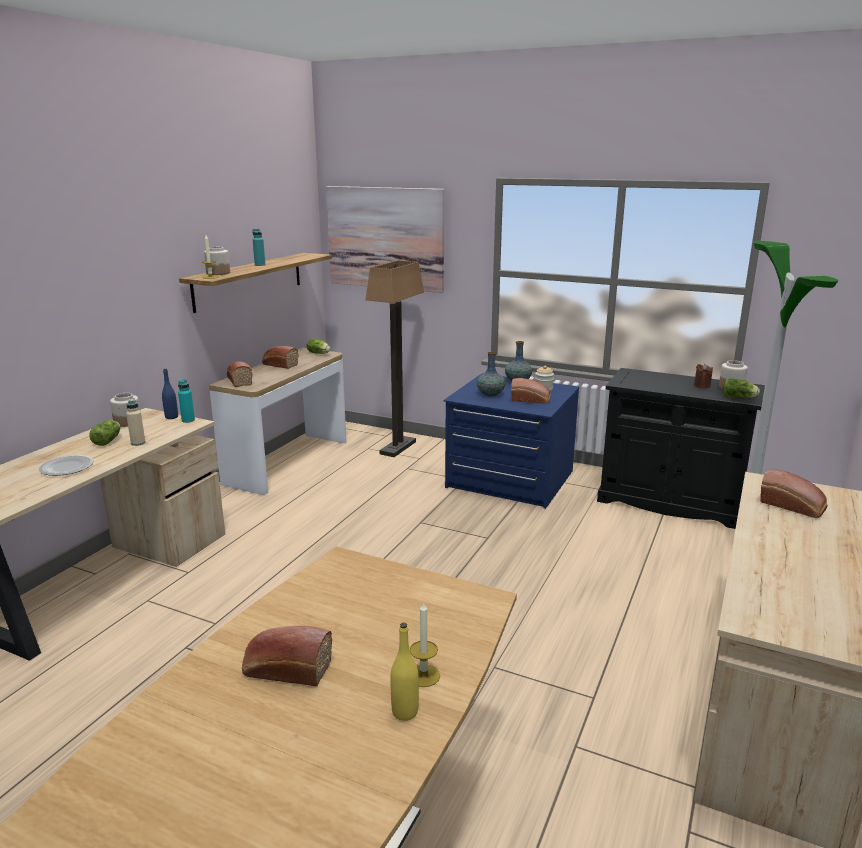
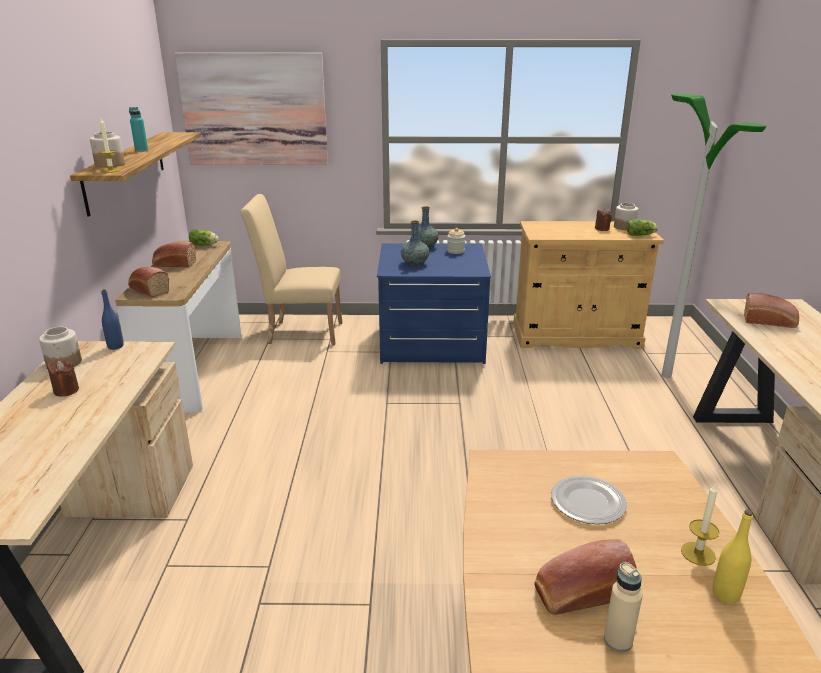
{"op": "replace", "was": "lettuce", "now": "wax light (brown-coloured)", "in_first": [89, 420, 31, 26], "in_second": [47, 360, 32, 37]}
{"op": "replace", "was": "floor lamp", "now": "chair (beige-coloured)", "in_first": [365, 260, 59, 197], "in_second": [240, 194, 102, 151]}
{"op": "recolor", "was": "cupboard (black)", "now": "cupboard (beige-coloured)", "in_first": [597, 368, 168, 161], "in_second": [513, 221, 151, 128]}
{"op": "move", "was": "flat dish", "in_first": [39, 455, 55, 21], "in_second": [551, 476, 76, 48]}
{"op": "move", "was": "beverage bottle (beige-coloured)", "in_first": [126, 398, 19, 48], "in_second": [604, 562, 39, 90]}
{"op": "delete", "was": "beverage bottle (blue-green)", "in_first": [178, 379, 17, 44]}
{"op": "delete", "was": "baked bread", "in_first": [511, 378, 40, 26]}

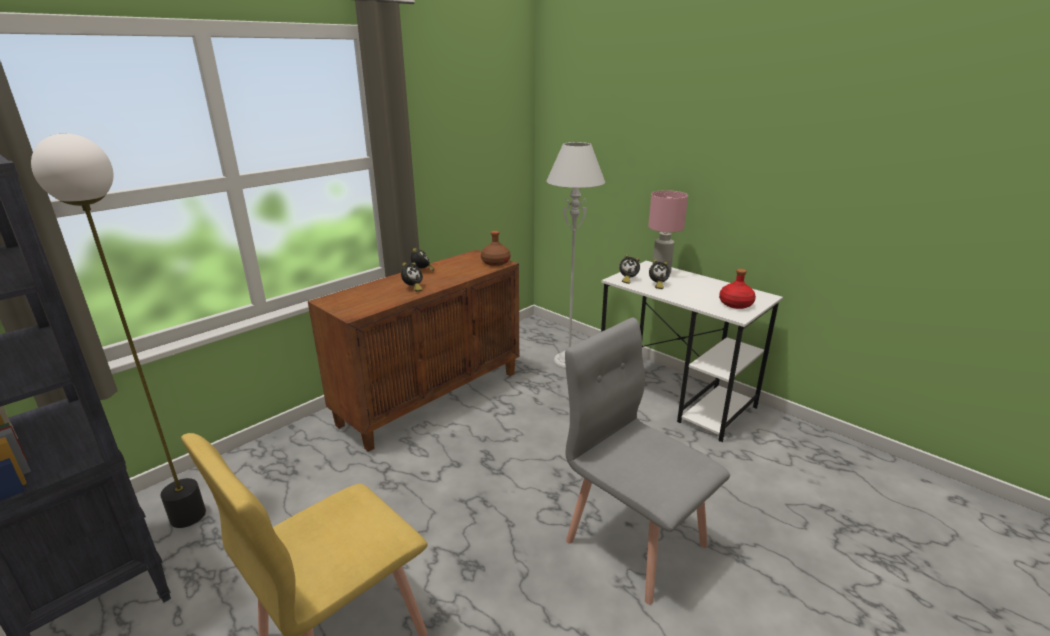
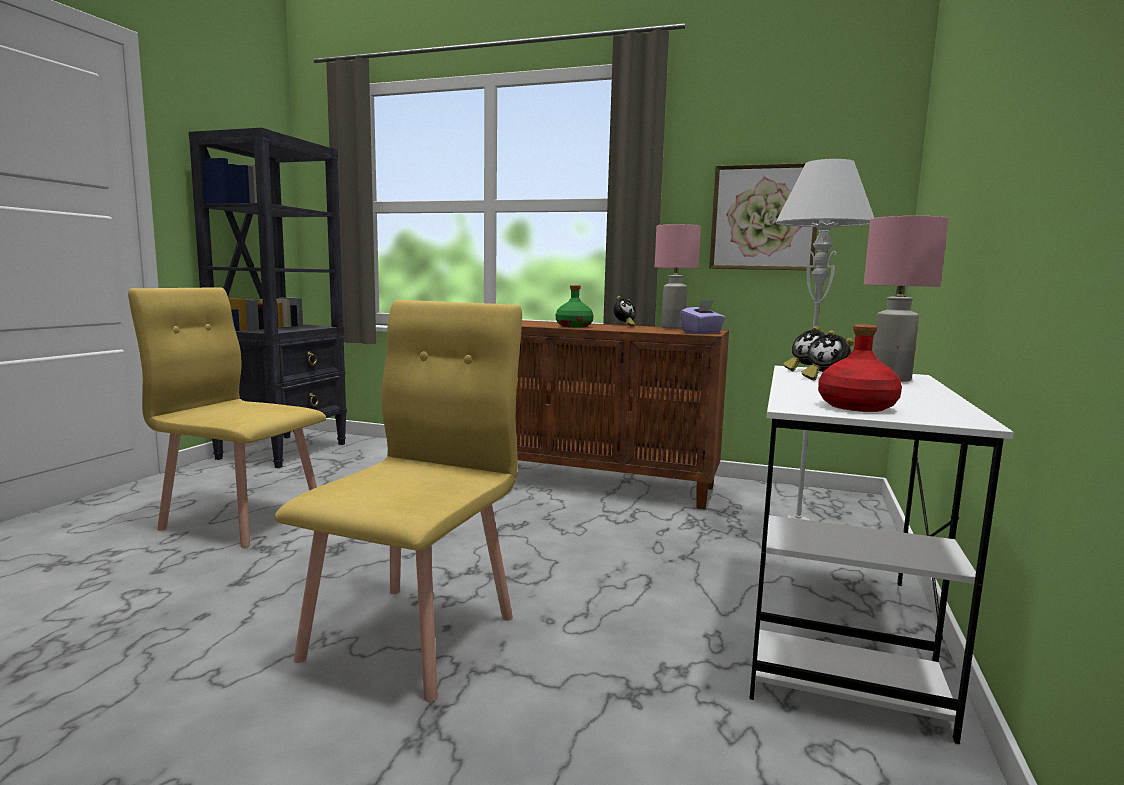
{"op": "recolor", "was": "chair (gray)", "now": "chair (yellowish)", "in_first": [565, 317, 165, 288], "in_second": [275, 300, 247, 402]}
{"op": "replace", "was": "table clock", "now": "beverage bottle (green-coloured)", "in_first": [401, 262, 22, 30], "in_second": [556, 285, 38, 42]}
{"op": "insert", "now": "tabletop lamp (pink-coloured)", "in_second": [655, 224, 46, 105]}
{"op": "replace", "was": "beverage bottle (brown-coloured)", "now": "tissue holder (purple)", "in_first": [481, 231, 29, 35], "in_second": [680, 300, 46, 34]}
{"op": "insert", "now": "wall picture", "in_second": [709, 163, 108, 108]}
{"op": "delete", "was": "floor lamp", "in_first": [31, 133, 175, 395]}

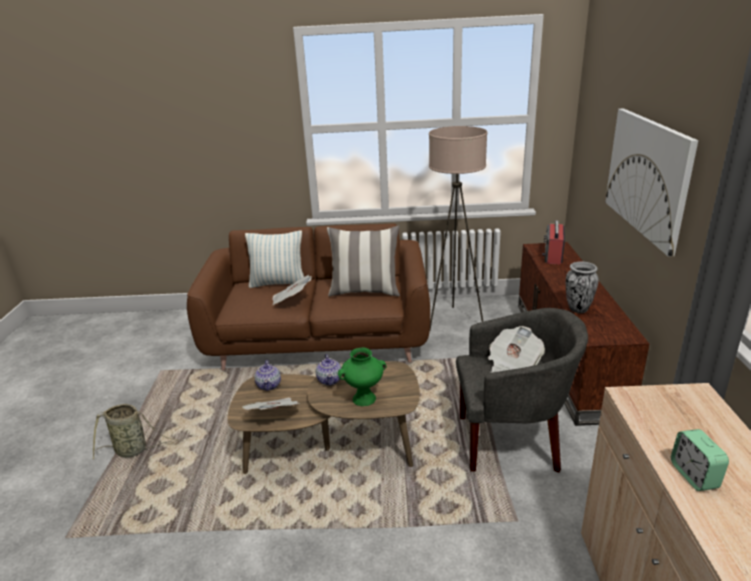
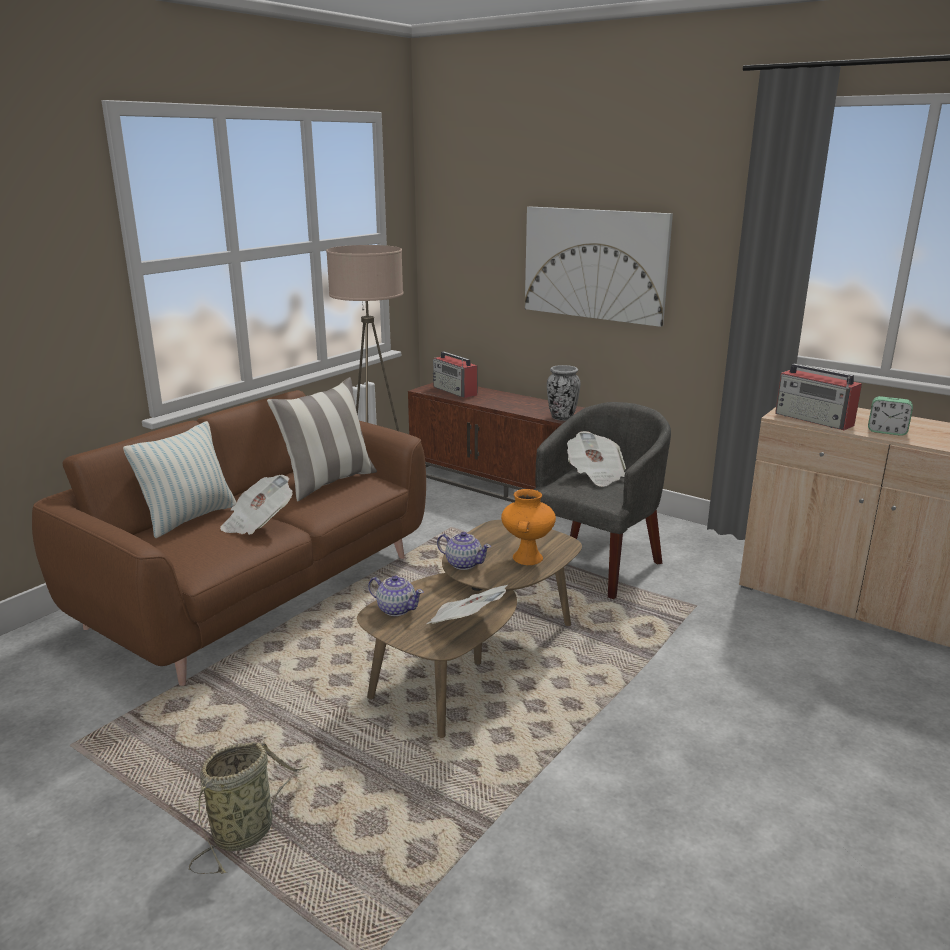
{"op": "recolor", "was": "vase (green-coloured)", "now": "vase (orange-coloured)", "in_first": [338, 348, 48, 58], "in_second": [501, 489, 55, 76]}
{"op": "insert", "now": "radio", "in_second": [775, 364, 87, 66]}

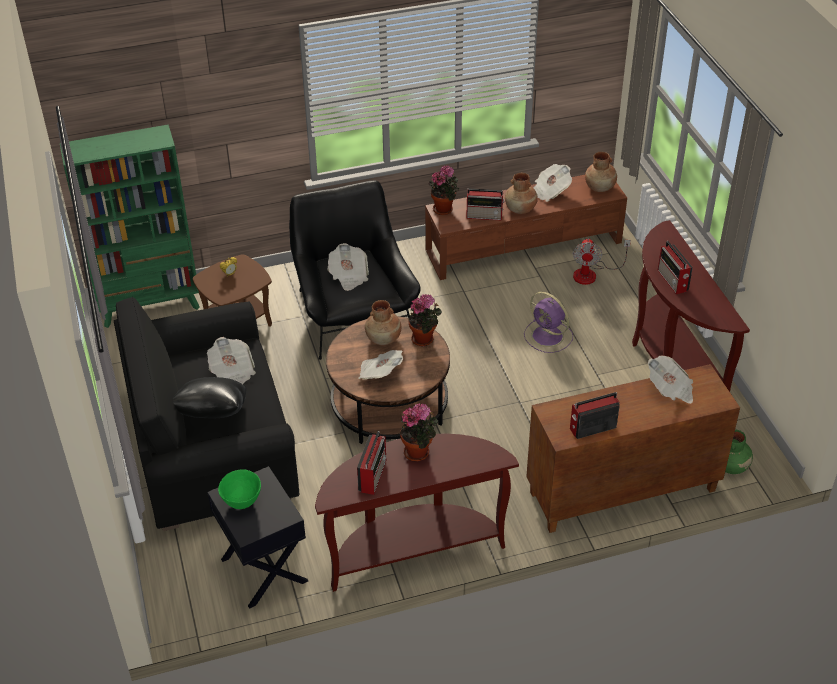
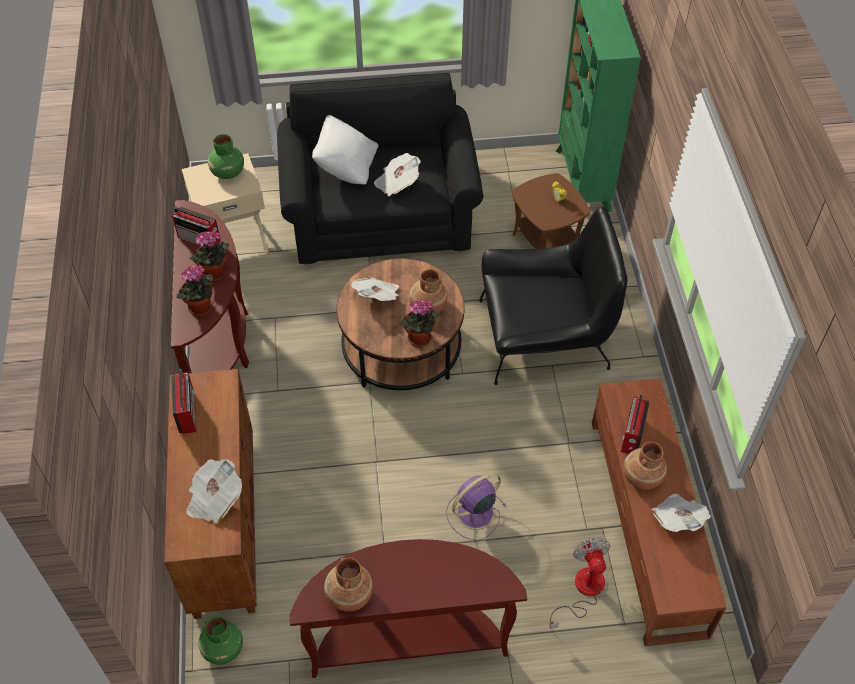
{"op": "move", "was": "plant in a pot", "in_first": [429, 165, 30, 50], "in_second": [176, 266, 37, 50]}
{"op": "recolor", "was": "end table (black)", "now": "end table (beige-coloured)", "in_first": [207, 466, 101, 143], "in_second": [182, 153, 86, 100]}
{"op": "replace", "was": "serving bowl (green-coloured)", "now": "vase (green-coloured)", "in_first": [218, 469, 43, 40], "in_second": [208, 134, 36, 45]}
{"op": "recolor", "was": "cushion (black)", "now": "cushion (white)", "in_first": [172, 377, 75, 41], "in_second": [312, 115, 67, 70]}
{"op": "move", "was": "vase (brown-coloured)", "in_first": [585, 152, 32, 40], "in_second": [324, 558, 49, 53]}
{"op": "rotate", "was": "fan", "in_first": [573, 239, 58, 46], "in_second": [550, 537, 61, 92], "clockwise": 60}
{"op": "delete", "was": "daily paper", "in_first": [328, 243, 41, 48]}
{"op": "delete", "was": "radio", "in_first": [658, 241, 35, 53]}

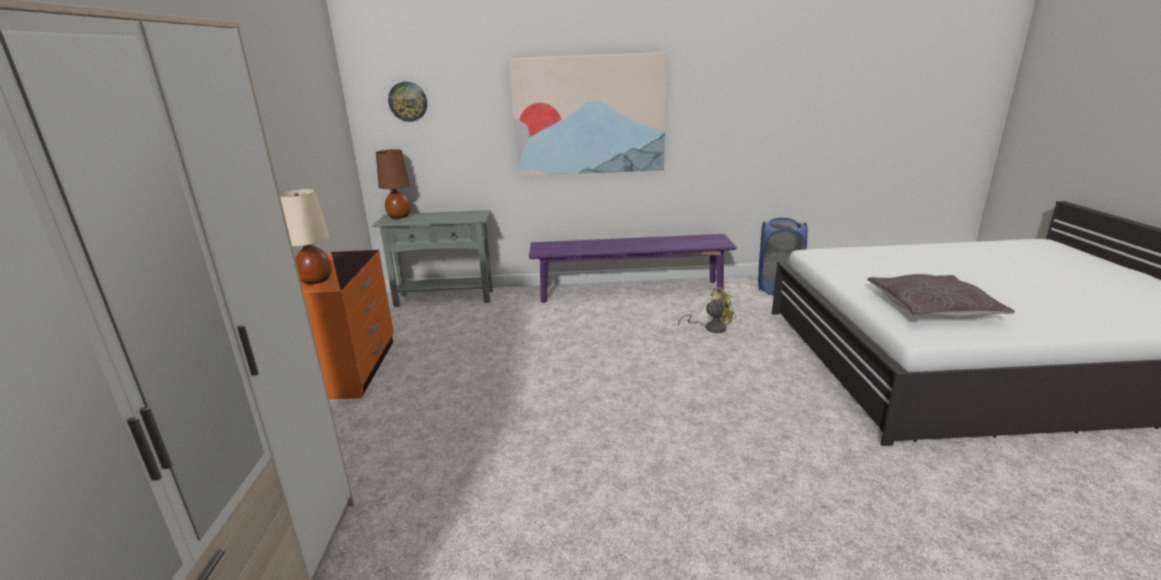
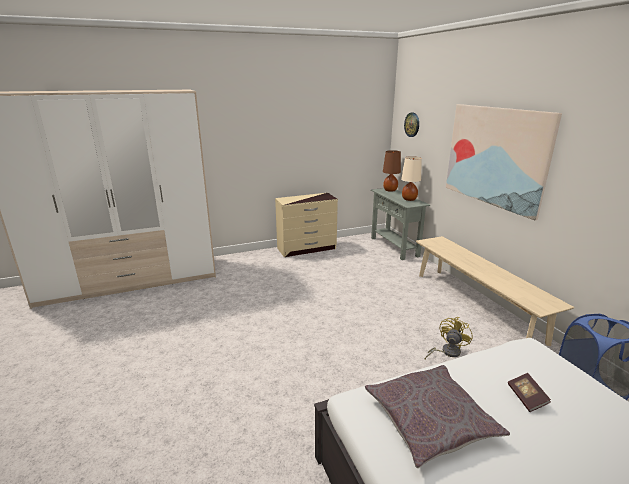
{"op": "recolor", "was": "dresser (orange-coloured)", "now": "dresser (beige-coloured)", "in_first": [301, 250, 93, 150], "in_second": [275, 193, 63, 64]}
{"op": "move", "was": "tabletop lamp (beige-coloured)", "in_first": [279, 189, 53, 95], "in_second": [401, 156, 21, 45]}
{"op": "recolor", "was": "bench (purple)", "now": "bench (beige-coloured)", "in_first": [529, 234, 208, 69], "in_second": [416, 236, 158, 110]}
{"op": "rotate", "was": "fan (yellowish)", "in_first": [678, 287, 58, 46], "in_second": [425, 317, 48, 42], "clockwise": -105}
{"op": "insert", "now": "book", "in_second": [508, 373, 43, 39]}

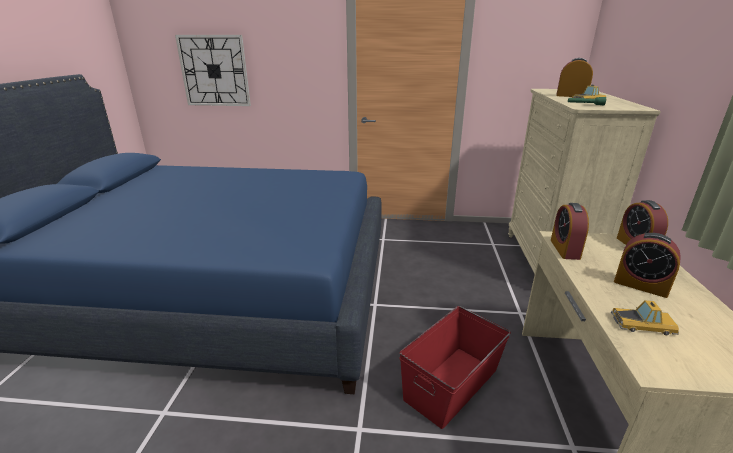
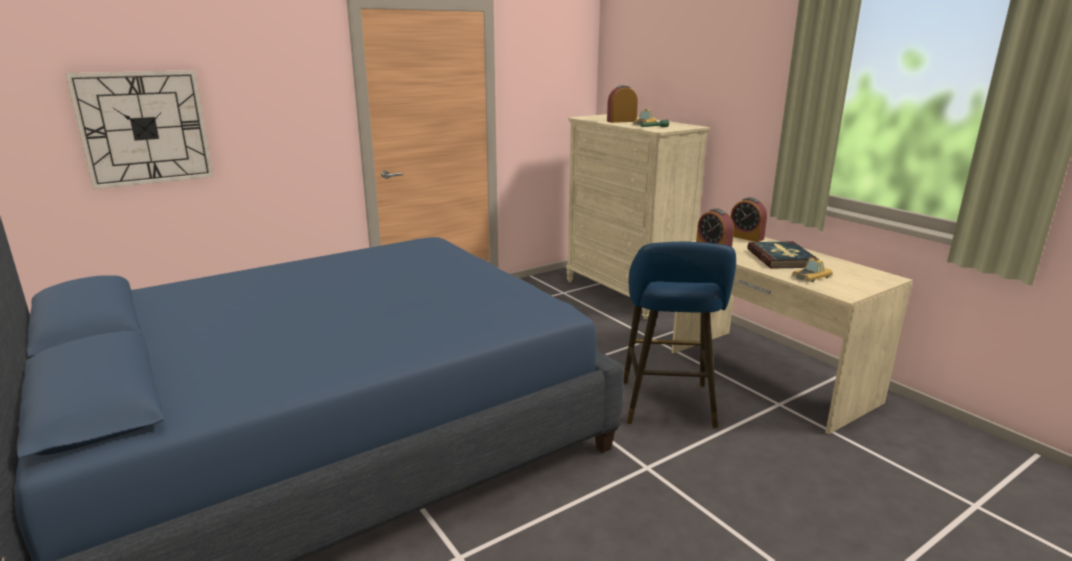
{"op": "replace", "was": "storage box (red)", "now": "sitting stool (blue-coloured)", "in_first": [399, 306, 112, 123], "in_second": [624, 242, 112, 186]}
{"op": "replace", "was": "table clock", "now": "book", "in_first": [614, 233, 67, 65], "in_second": [747, 242, 72, 27]}

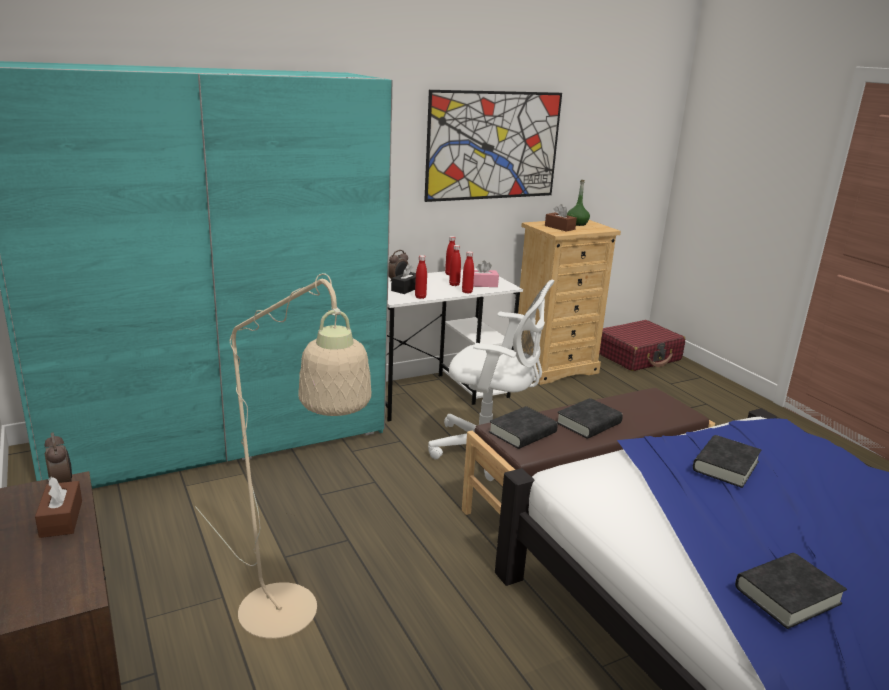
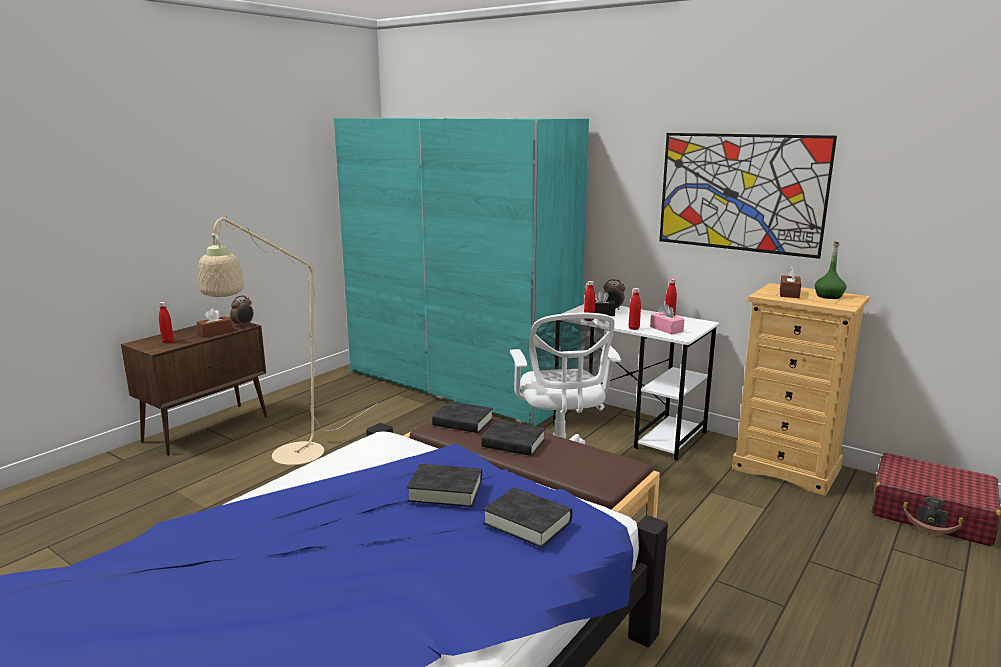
{"op": "move", "was": "beverage bottle (red)", "in_first": [449, 245, 12, 41], "in_second": [159, 302, 15, 41]}
{"op": "move", "was": "book (black)", "in_first": [735, 553, 112, 76], "in_second": [483, 488, 89, 60]}

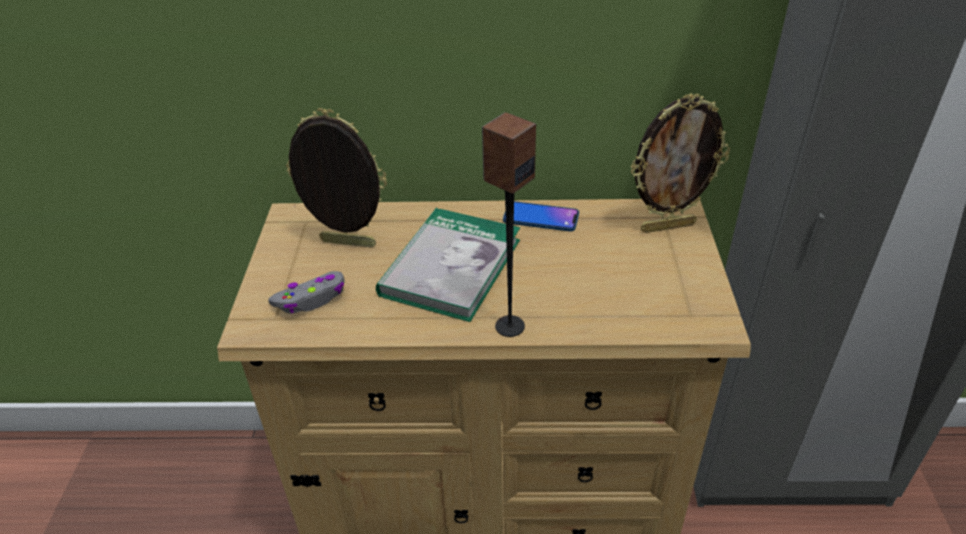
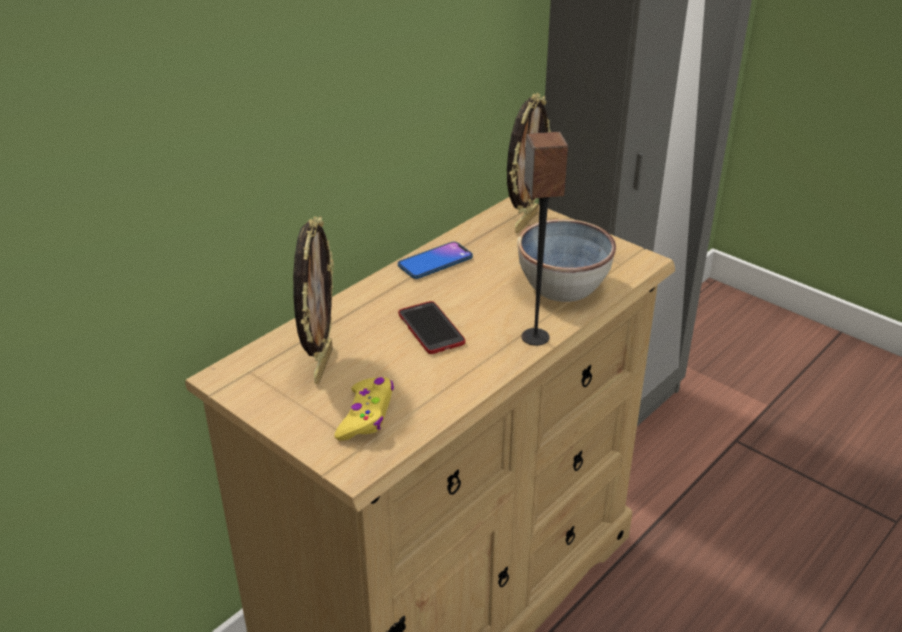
{"op": "rotate", "was": "standing frame", "in_first": [286, 108, 101, 140], "in_second": [293, 216, 41, 168], "clockwise": 135}
{"op": "recolor", "was": "joypad (gray)", "now": "joypad (yellowish)", "in_first": [268, 271, 77, 43], "in_second": [335, 377, 59, 64]}
{"op": "replace", "was": "book", "now": "phone", "in_first": [376, 208, 144, 114], "in_second": [398, 301, 67, 53]}
{"op": "insert", "now": "serving bowl", "in_second": [517, 219, 99, 83]}

